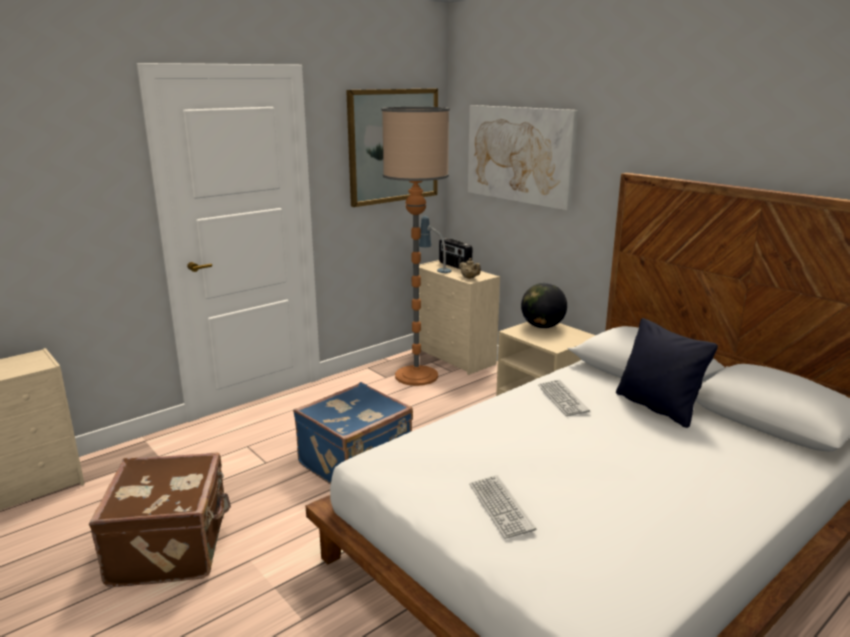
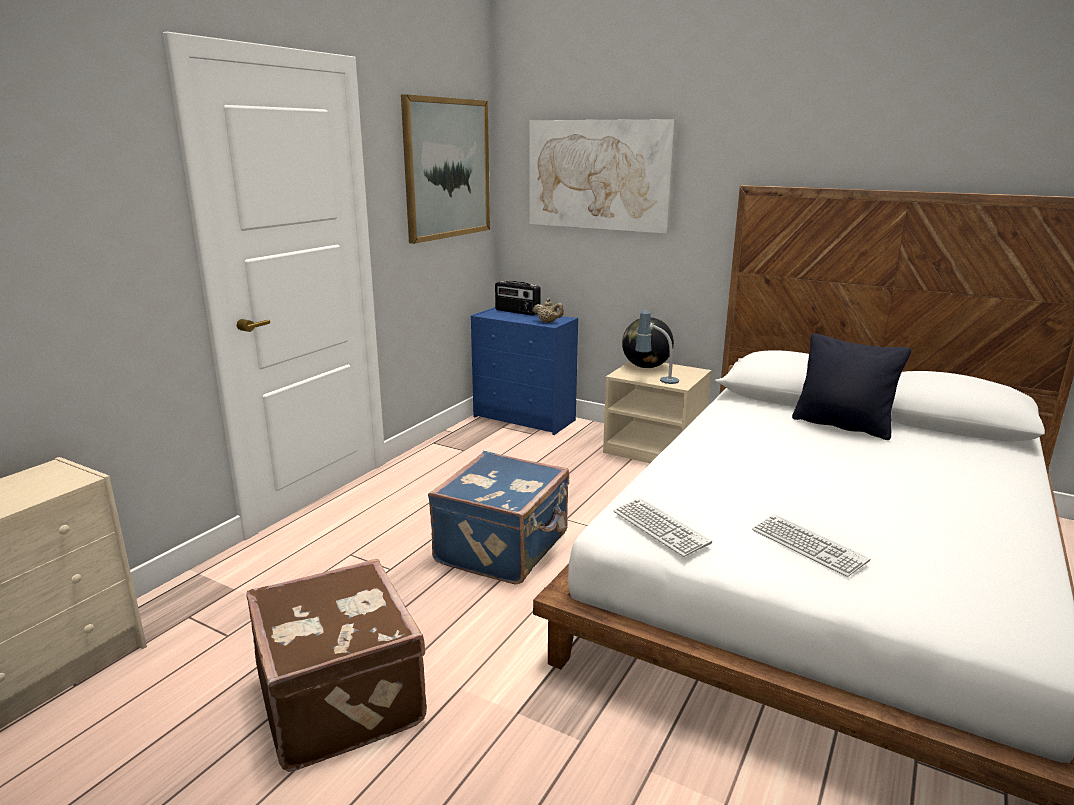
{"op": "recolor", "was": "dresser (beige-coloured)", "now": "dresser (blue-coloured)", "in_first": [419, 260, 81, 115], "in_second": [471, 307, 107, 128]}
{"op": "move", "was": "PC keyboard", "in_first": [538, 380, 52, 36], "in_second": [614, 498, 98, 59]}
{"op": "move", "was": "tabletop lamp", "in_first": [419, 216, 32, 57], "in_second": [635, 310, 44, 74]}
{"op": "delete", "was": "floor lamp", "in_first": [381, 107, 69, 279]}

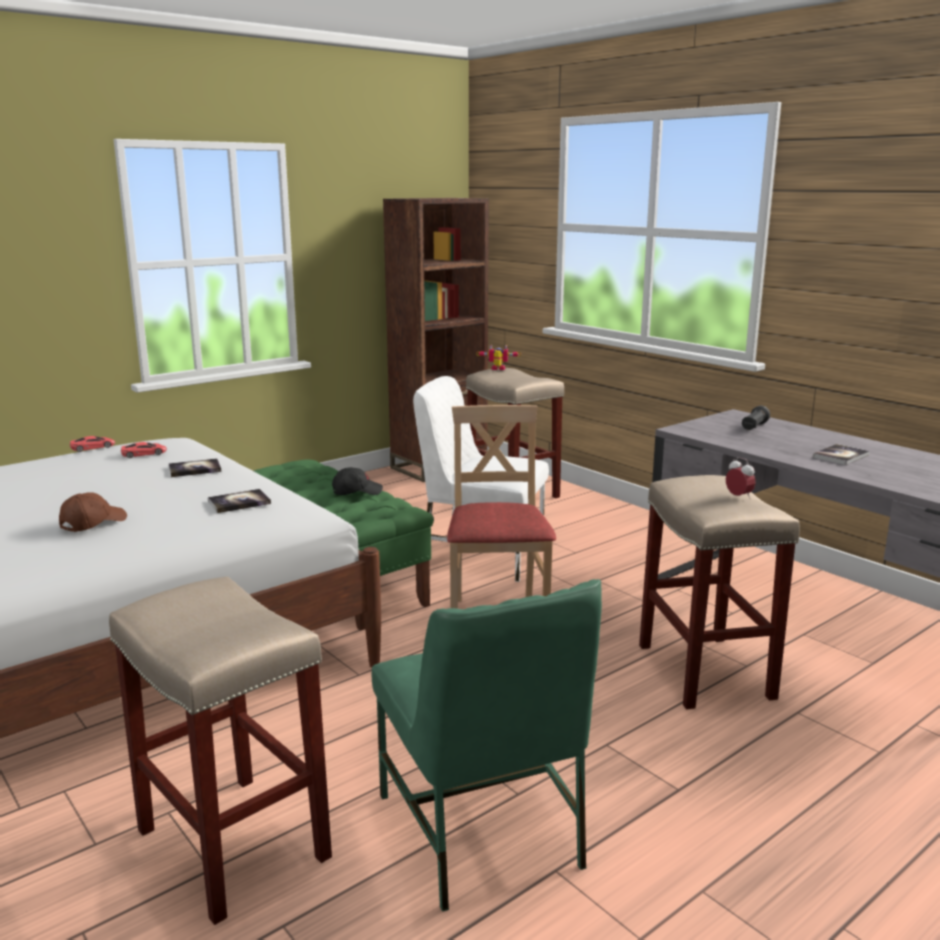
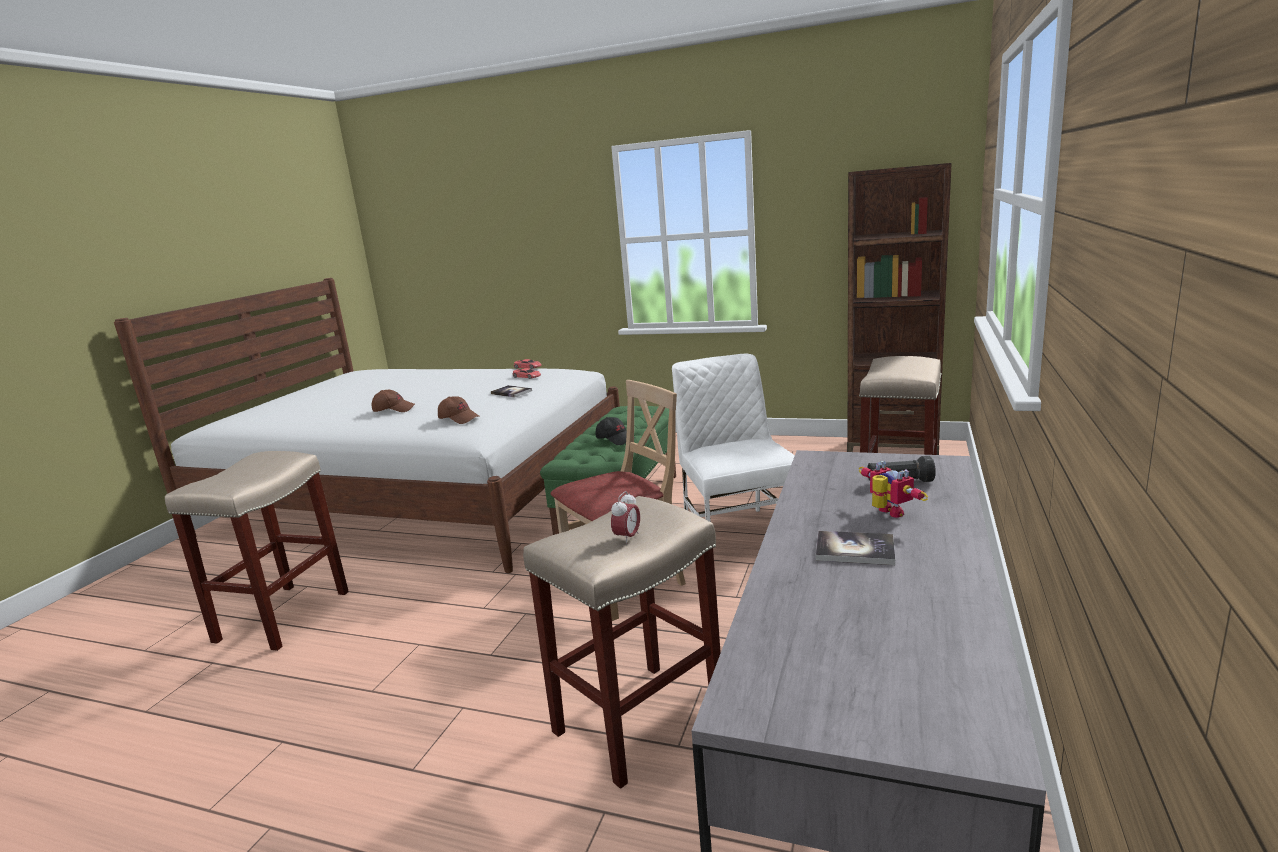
{"op": "replace", "was": "book", "now": "peaked cap (brown-coloured)", "in_first": [208, 489, 63, 24], "in_second": [438, 396, 42, 28]}
{"op": "move", "was": "toy robot", "in_first": [476, 345, 45, 25], "in_second": [858, 461, 70, 57]}
{"op": "delete", "was": "chair (green-coloured)", "in_first": [372, 579, 230, 333]}

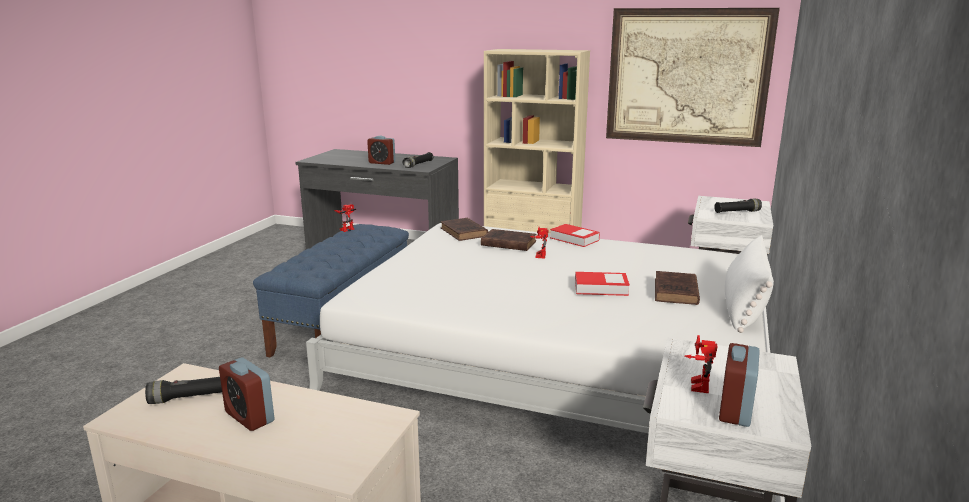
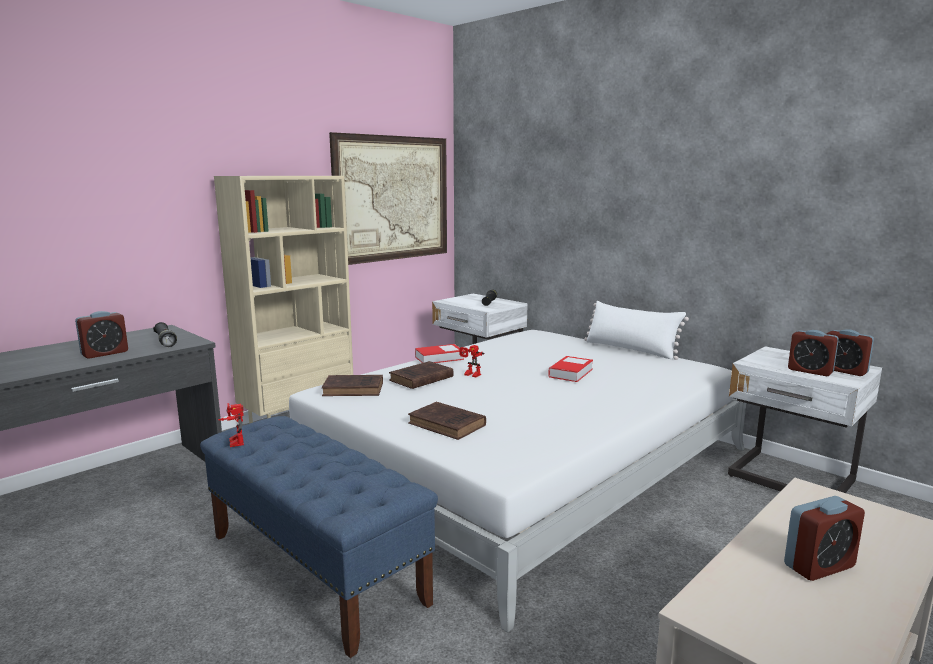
{"op": "move", "was": "book (brown-coloured)", "in_first": [655, 271, 45, 34], "in_second": [408, 402, 78, 38]}
{"op": "replace", "was": "toy robot", "now": "table clock", "in_first": [685, 335, 32, 58], "in_second": [788, 330, 51, 46]}
{"op": "delete", "was": "hand torch (black)", "in_first": [145, 377, 77, 27]}

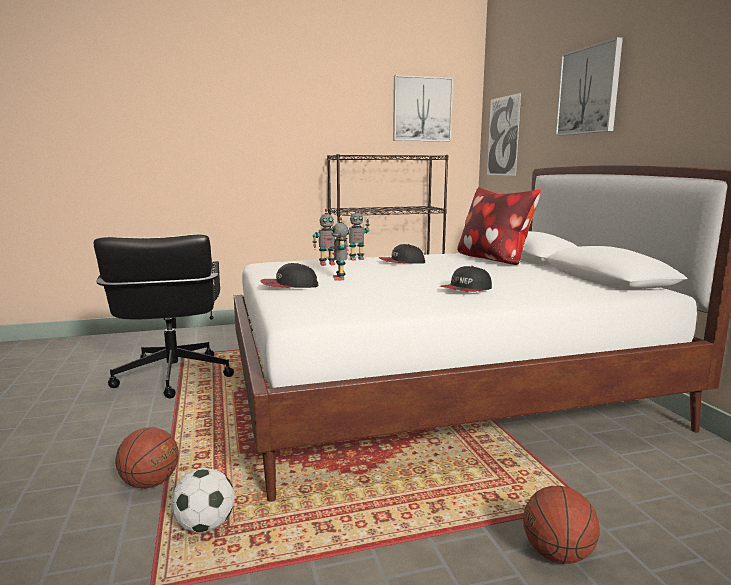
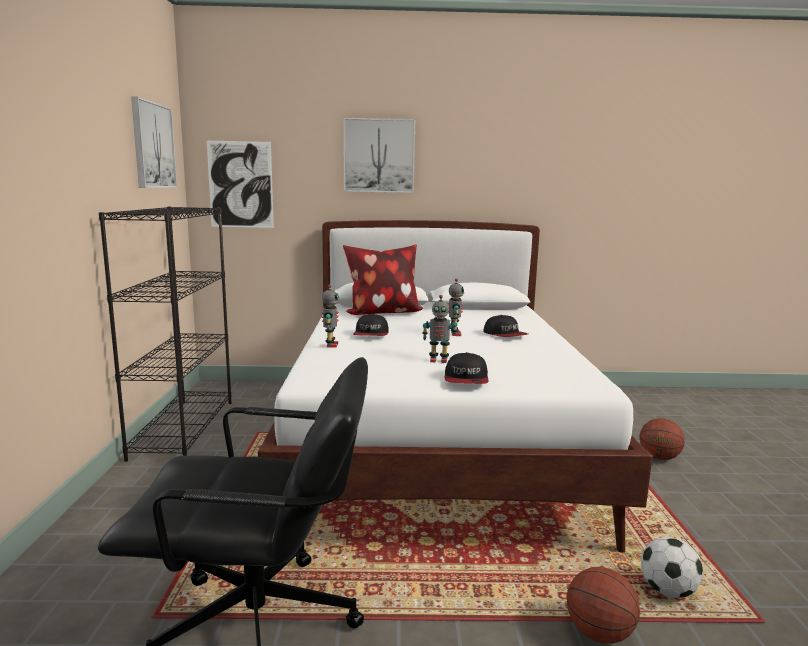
{"op": "move", "was": "toy robot", "in_first": [313, 209, 27, 57], "in_second": [448, 278, 16, 58]}

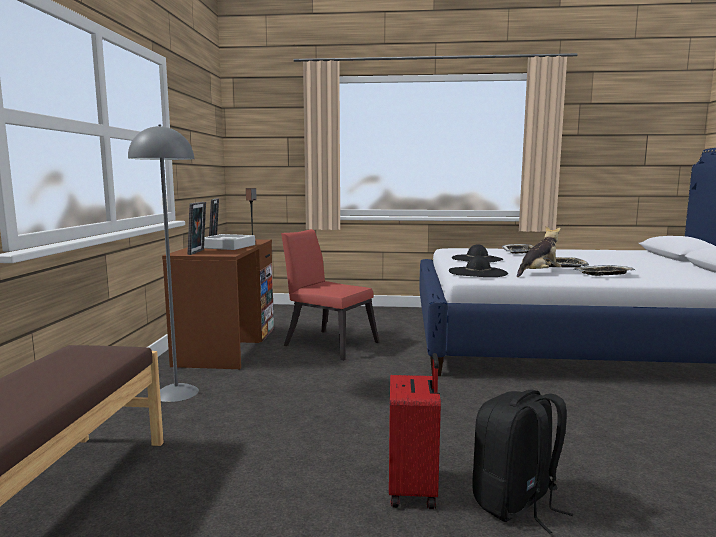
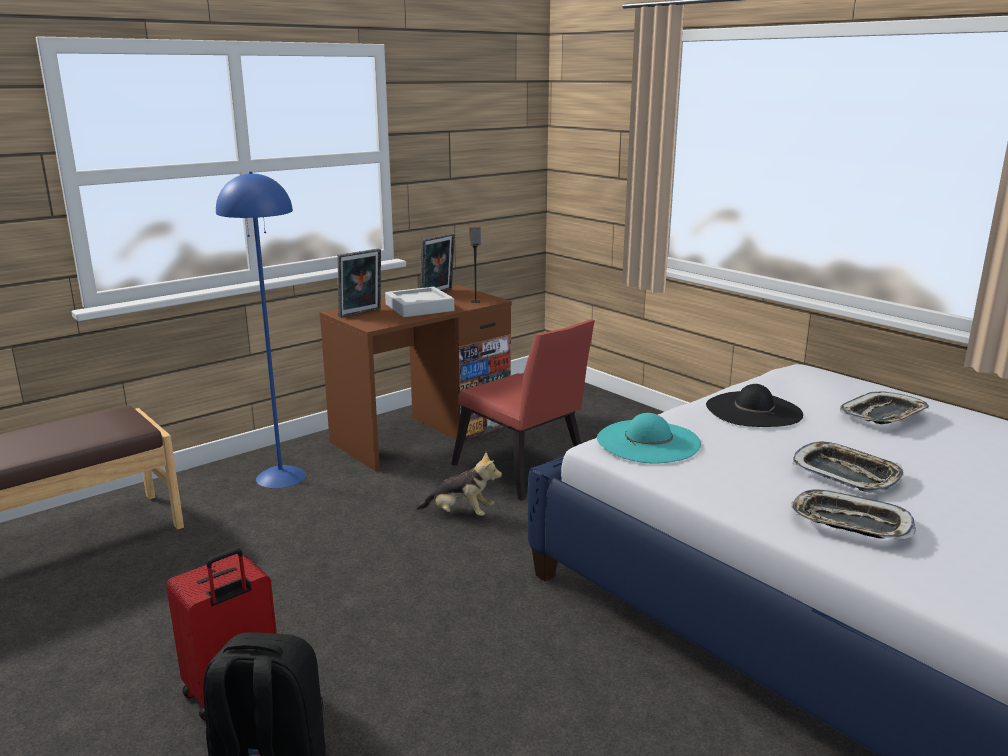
{"op": "recolor", "was": "floor lamp (gray)", "now": "floor lamp (blue-coloured)", "in_first": [128, 125, 71, 277], "in_second": [216, 171, 90, 317]}
{"op": "move", "was": "soft toy", "in_first": [517, 226, 45, 51], "in_second": [416, 452, 86, 64]}
{"op": "rotate", "was": "chair (red)", "in_first": [281, 229, 99, 132], "in_second": [451, 320, 144, 181], "clockwise": 150}
{"op": "recolor", "was": "wearable hat (black)", "now": "wearable hat (blue-green)", "in_first": [449, 255, 59, 22], "in_second": [597, 413, 104, 51]}

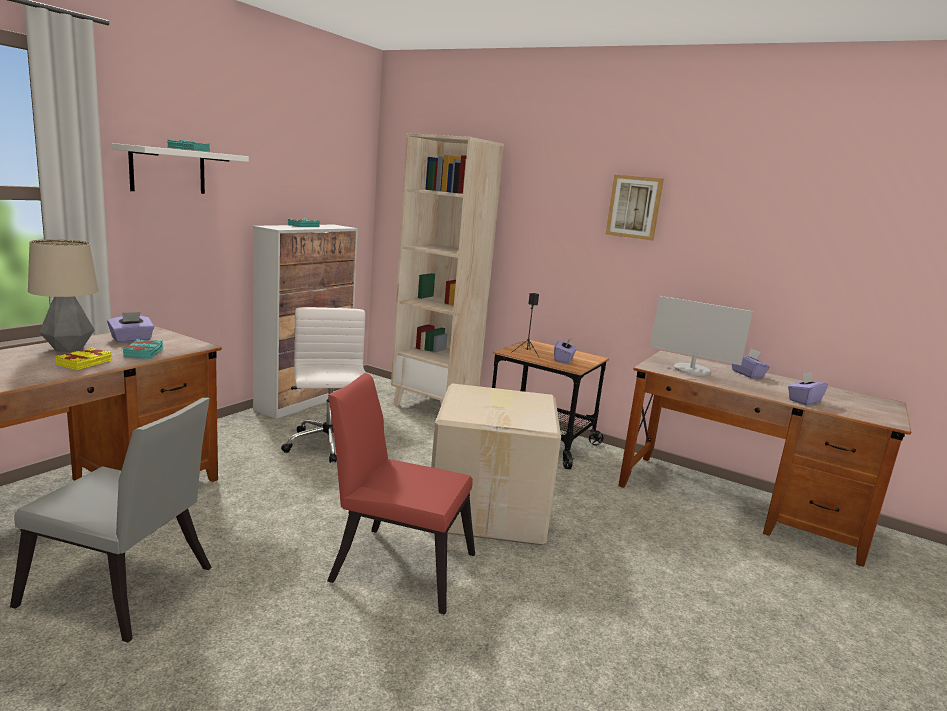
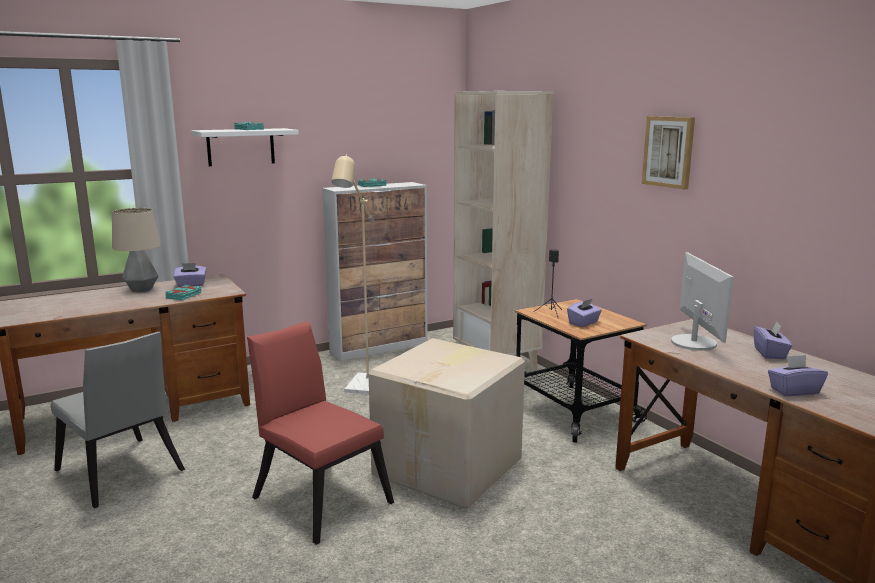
{"op": "replace", "was": "desk chair (white)", "now": "floor lamp (beige-coloured)", "in_first": [281, 307, 85, 156], "in_second": [331, 154, 43, 240]}
{"op": "rotate", "was": "computer screen", "in_first": [650, 296, 103, 80], "in_second": [671, 252, 63, 99], "clockwise": -150}
{"op": "delete", "was": "book (yellowish)", "in_first": [56, 347, 56, 23]}

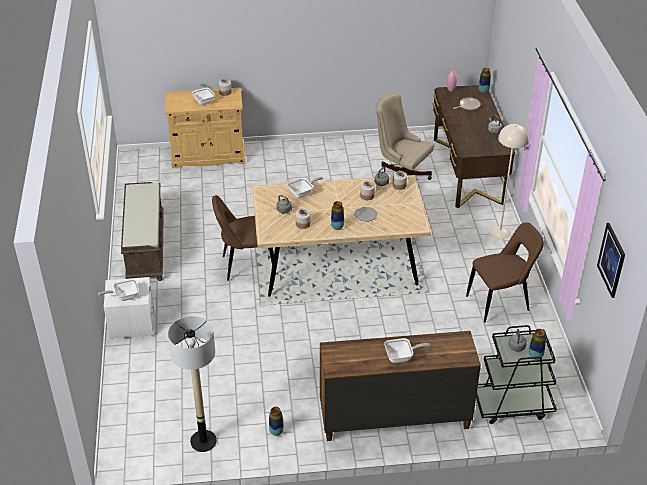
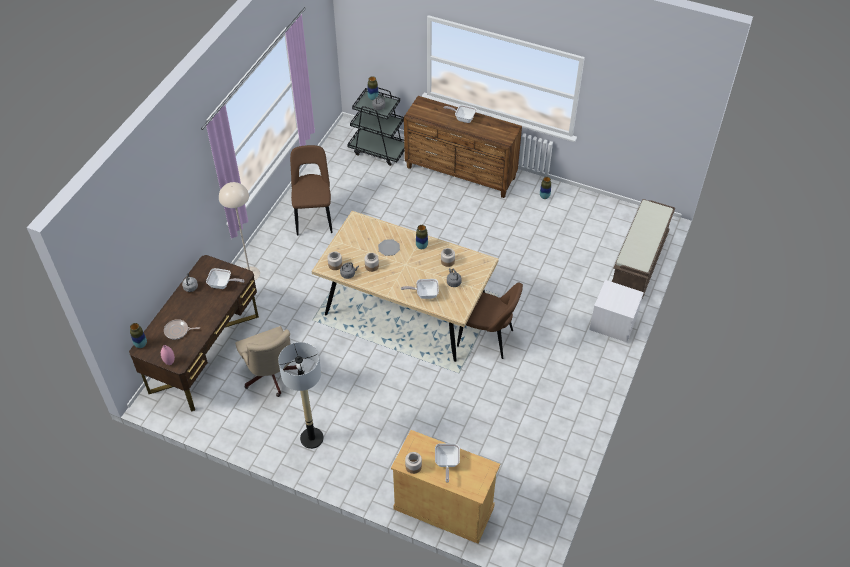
{"op": "move", "was": "pan", "in_first": [98, 279, 41, 22], "in_second": [206, 268, 38, 21]}
{"op": "move", "was": "floor lamp", "in_first": [168, 316, 49, 136], "in_second": [278, 342, 46, 107]}
{"op": "rotate", "was": "chair (brown-coloured)", "in_first": [466, 222, 78, 100], "in_second": [290, 145, 43, 90], "clockwise": 75}
{"op": "move", "was": "bench (brown-coloured)", "in_first": [121, 182, 43, 99], "in_second": [612, 199, 63, 100]}
{"op": "delete", "was": "wall picture", "in_first": [597, 223, 28, 75]}

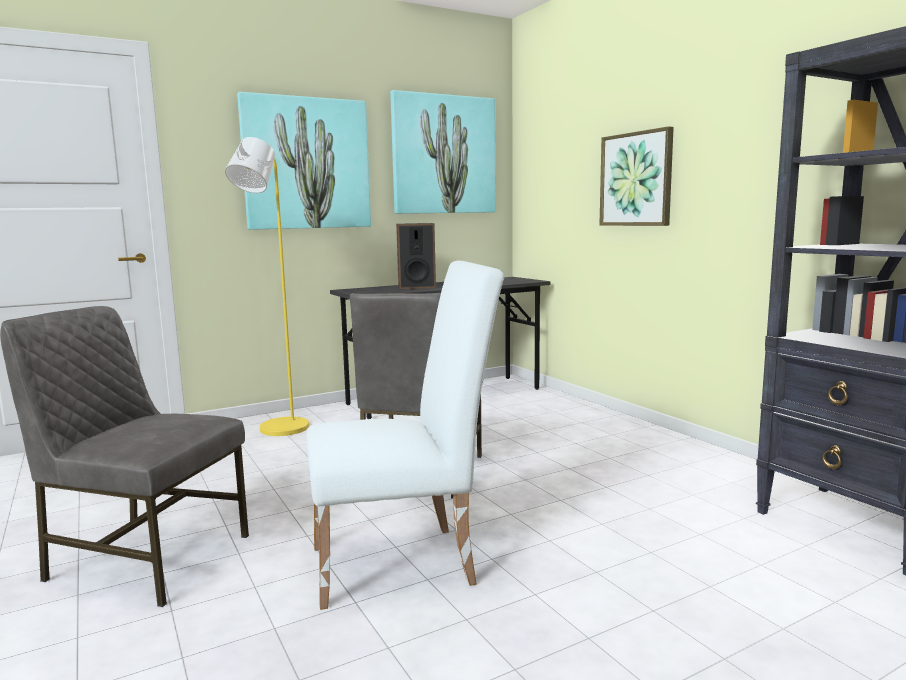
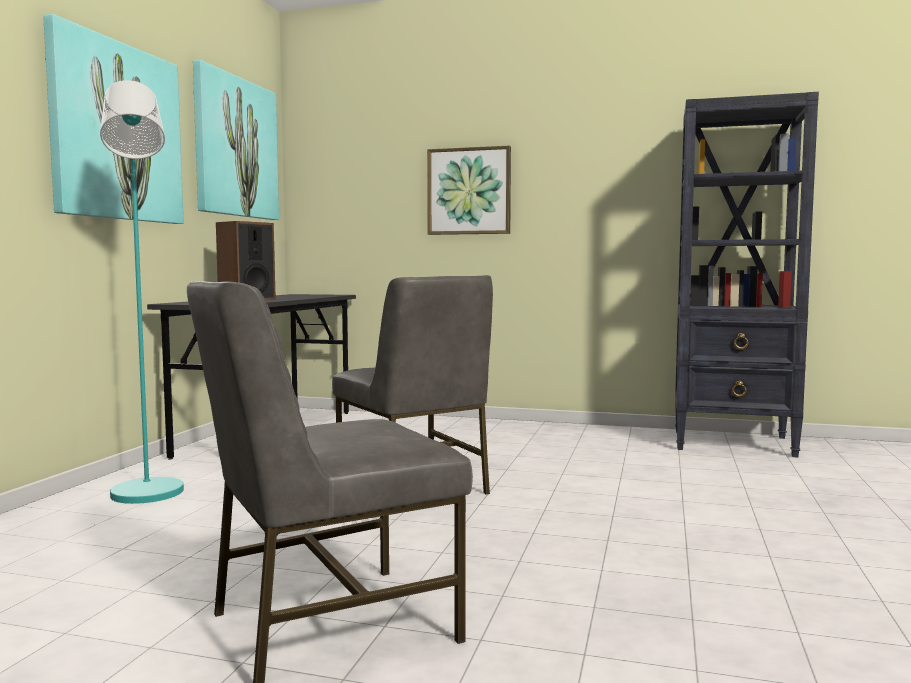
{"op": "recolor", "was": "floor lamp (yellowish)", "now": "floor lamp (blue-green)", "in_first": [225, 137, 84, 299], "in_second": [100, 80, 84, 424]}
{"op": "delete", "was": "chair (white)", "in_first": [306, 261, 198, 349]}

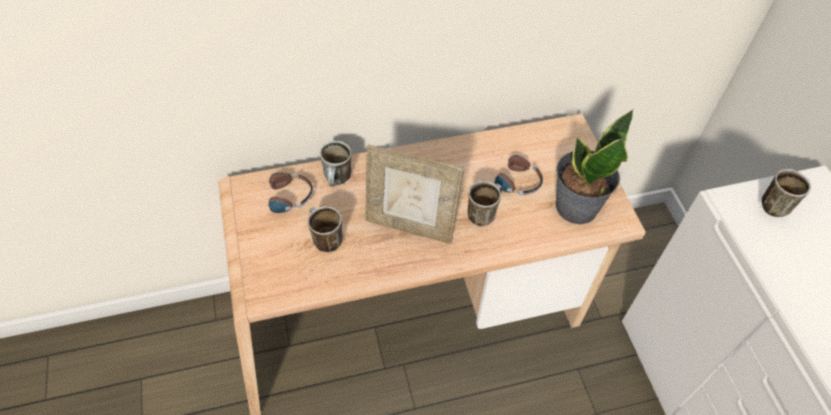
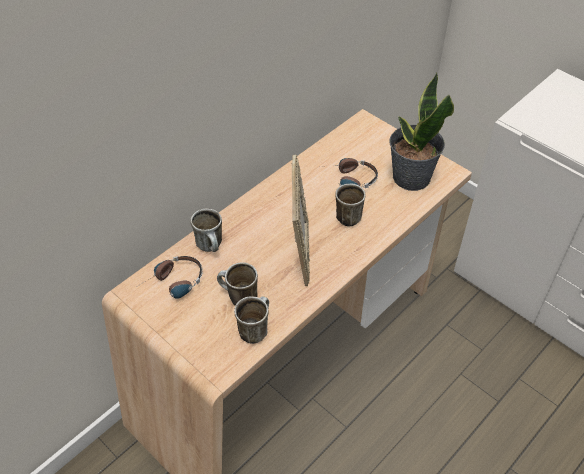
{"op": "move", "was": "coffee mug", "in_first": [762, 169, 49, 48], "in_second": [234, 296, 35, 48]}
{"op": "rotate", "was": "standing frame", "in_first": [365, 144, 99, 100], "in_second": [292, 154, 18, 132], "clockwise": -75}

